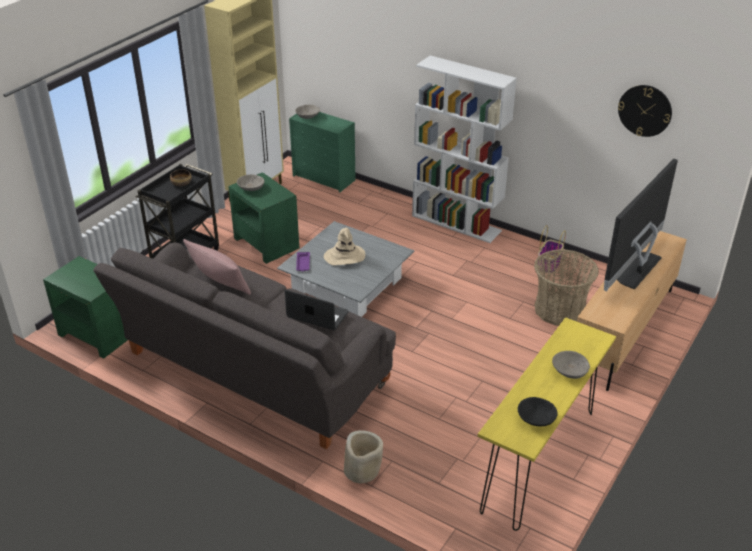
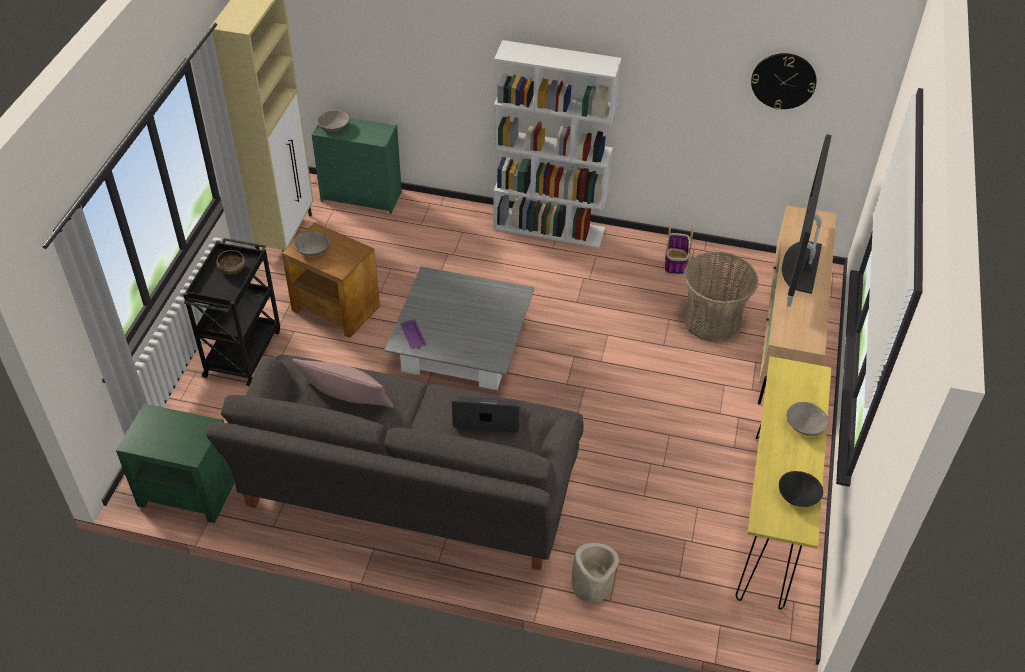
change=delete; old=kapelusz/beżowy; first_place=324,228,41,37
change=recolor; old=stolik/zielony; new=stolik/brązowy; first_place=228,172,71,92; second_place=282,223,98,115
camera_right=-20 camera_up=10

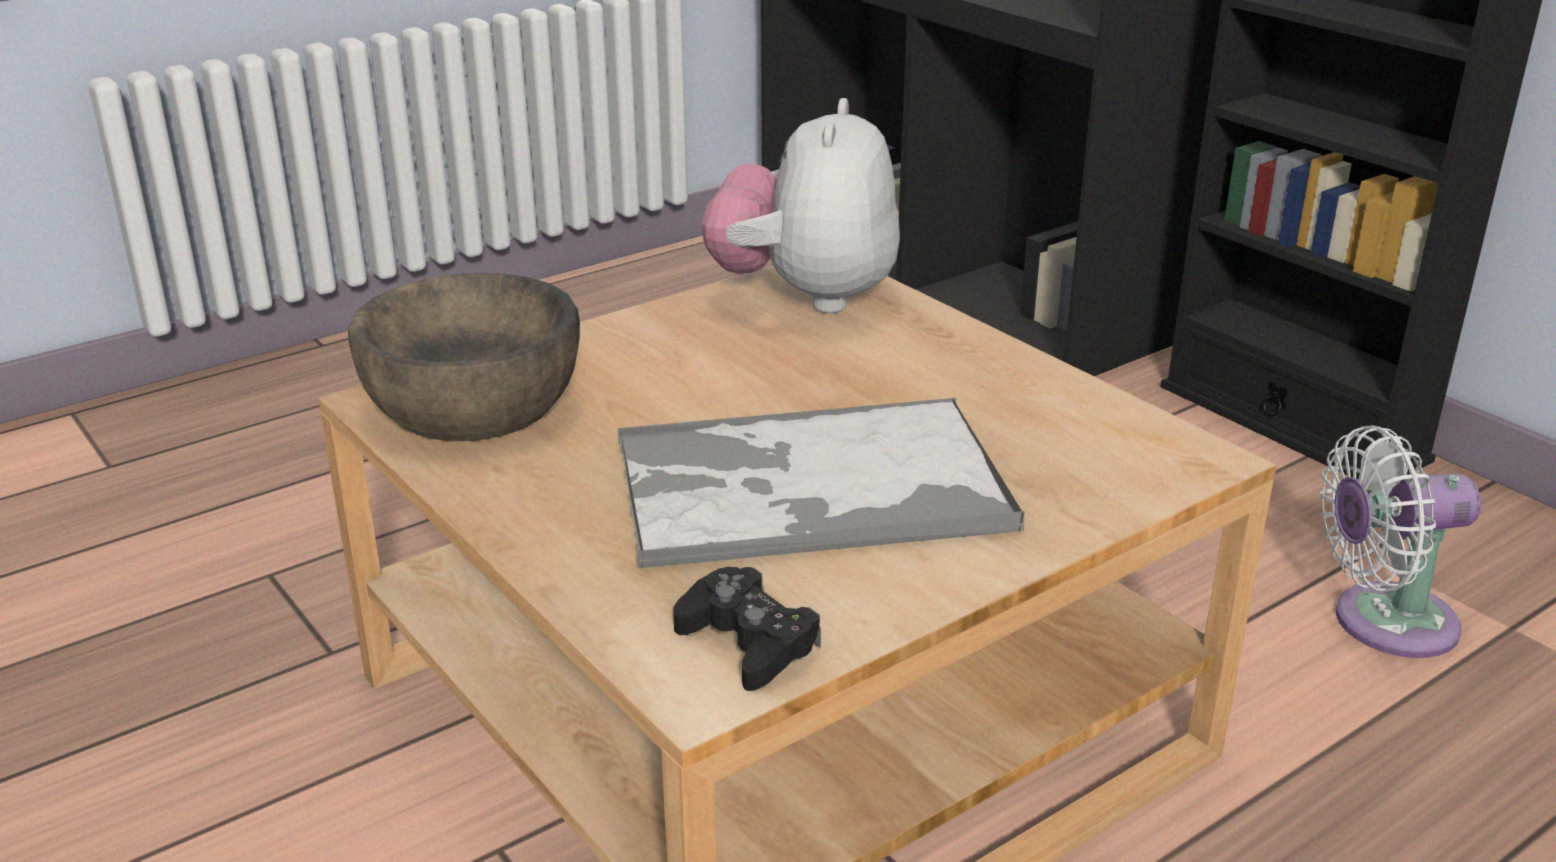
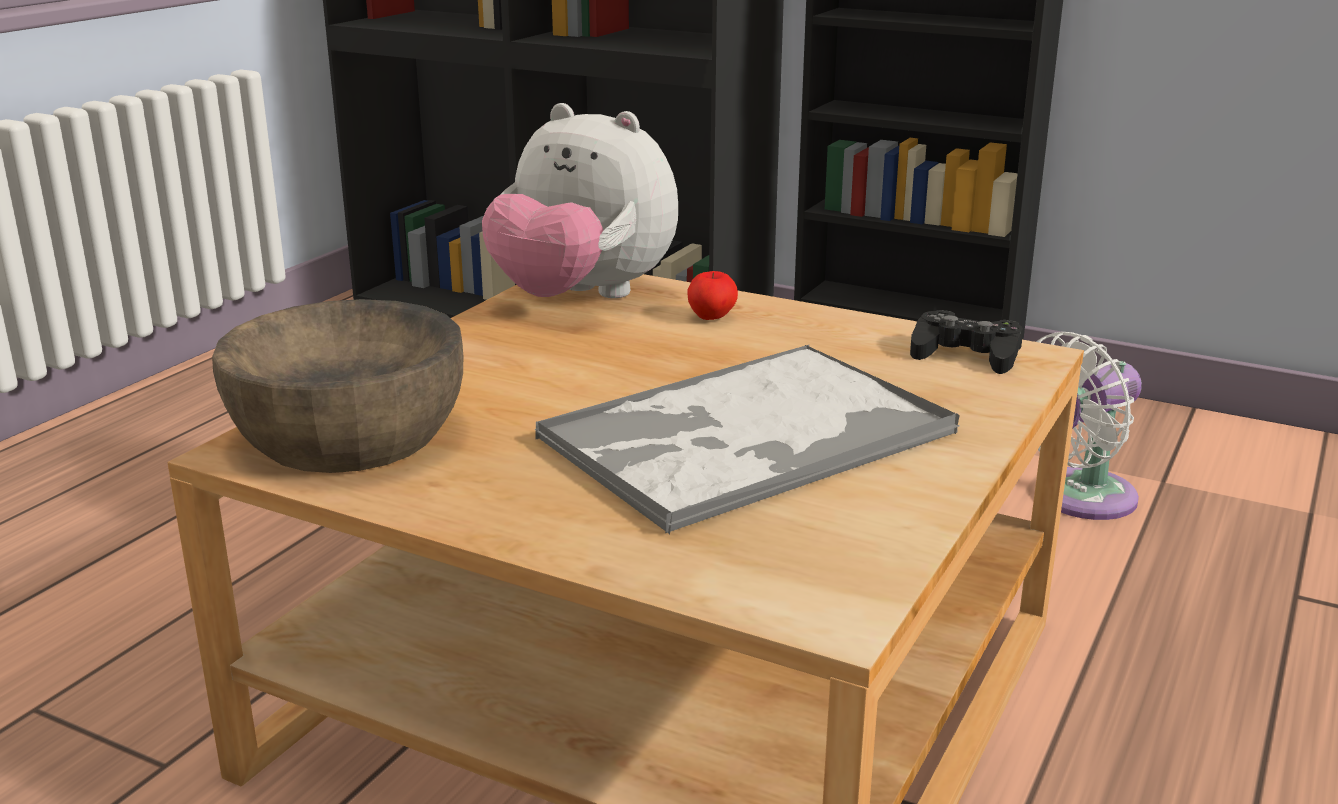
change=insert; new=jabłko; second_place=687,271,51,49
change=move; old=pad do gier/czarny; first_place=673,567,148,124; second_place=910,310,113,64
change=rotate; old=pluszak; first_place=702,98,198,215; second_place=482,103,196,195; degrees=-45
camera_right=-25 camera_up=-5

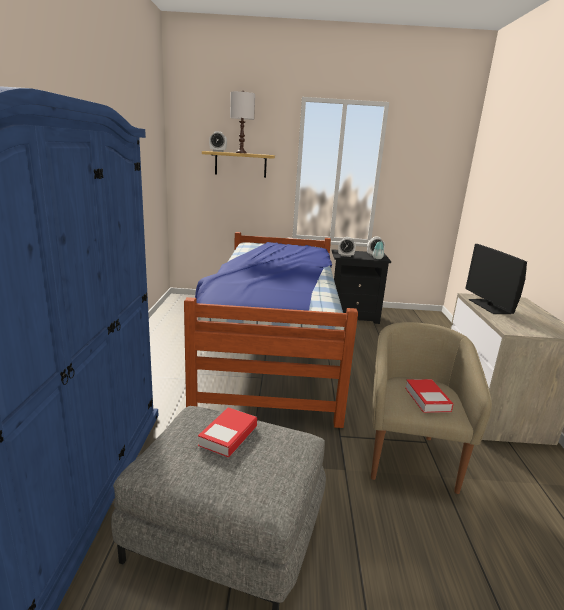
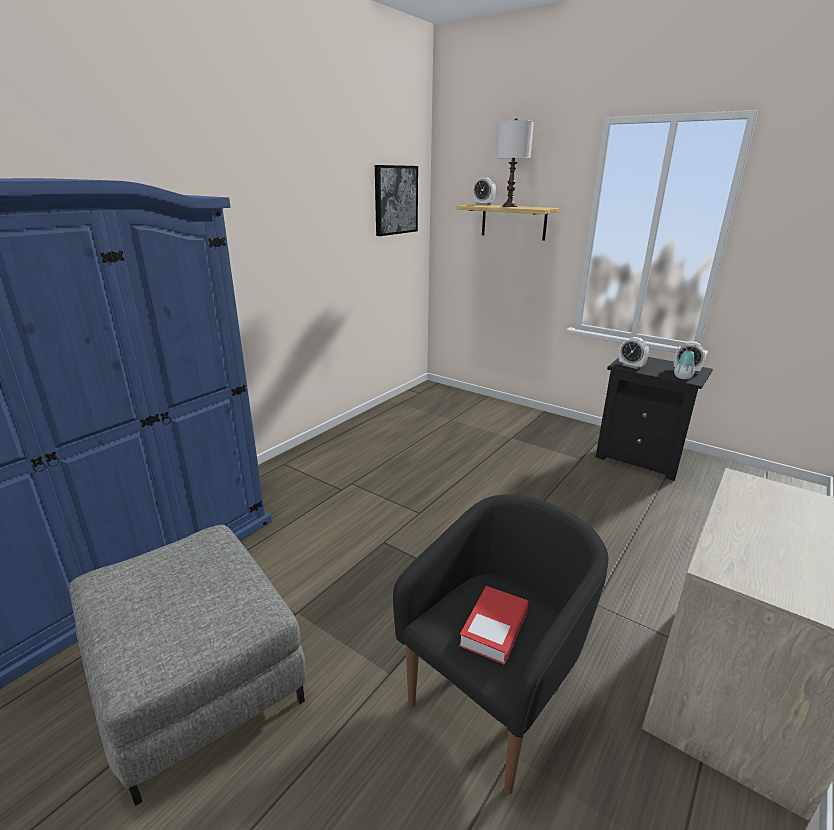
change=delete; old=łóżko; first_place=184,232,174,196
change=delete; old=książka; first_place=198,407,59,50
change=delete; old=monitor; first_place=465,244,62,70
change=insert; new=obraz; second_place=375,165,43,71
change=recolor; old=fotel/beżowy; new=fotel/czarny; first_place=371,322,121,172; second_place=393,494,215,301
camera_right=35 camera_up=5

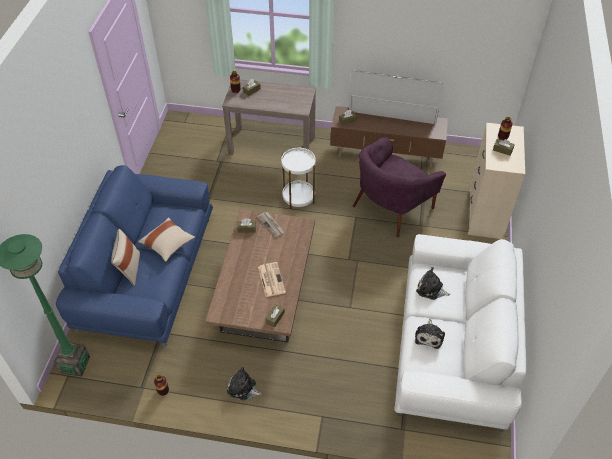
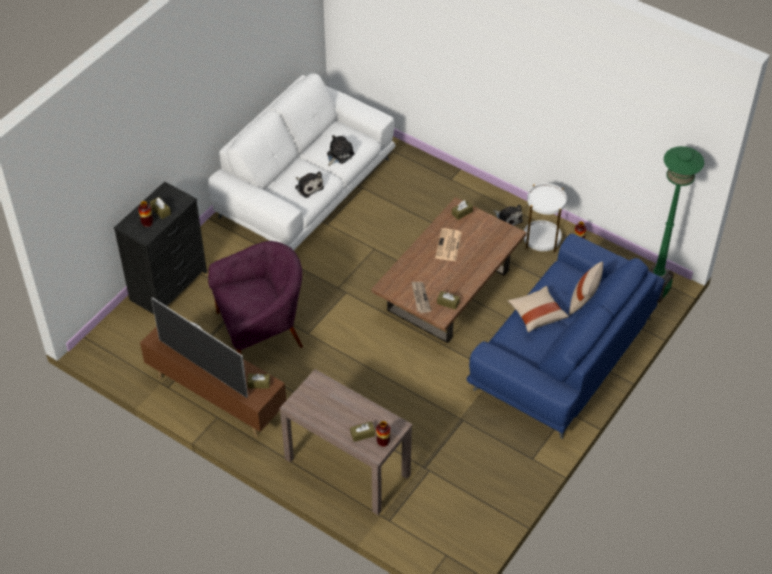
change=move; old=stolik/biały; first_place=281,148,35,61; second_place=524,183,43,70
change=recolor; old=komoda/beżowy; new=komoda/czarny; first_place=468,123,57,116; second_place=114,181,93,133
camera_right=-155 camera_up=0

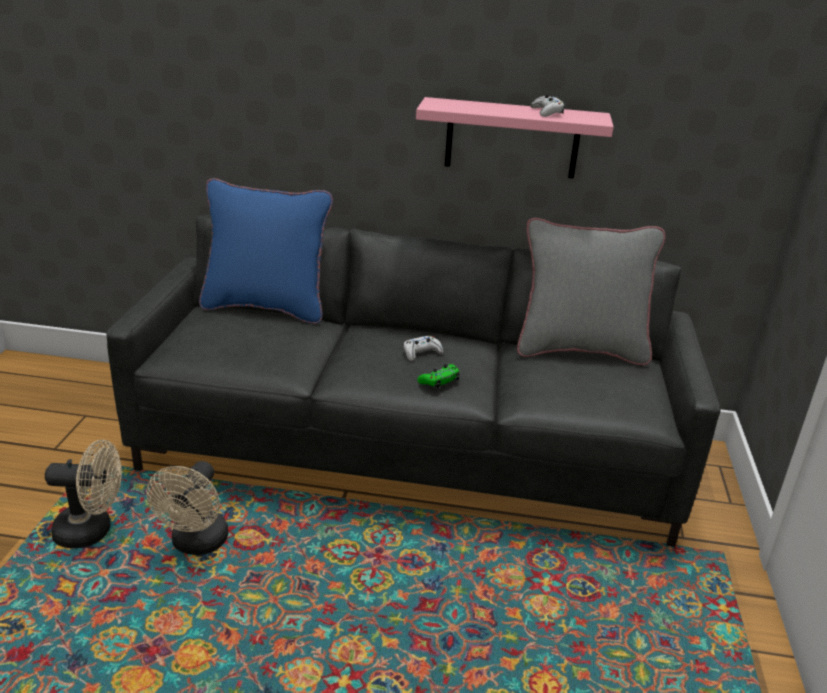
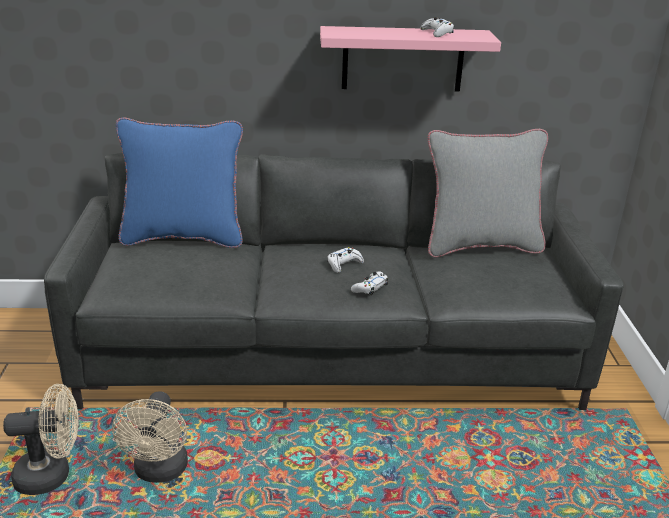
change=recolor; old=pad do gier/zielony; new=pad do gier/biały; first_place=417,364,43,24; second_place=351,271,37,24
camera_right=-10 camera_up=0

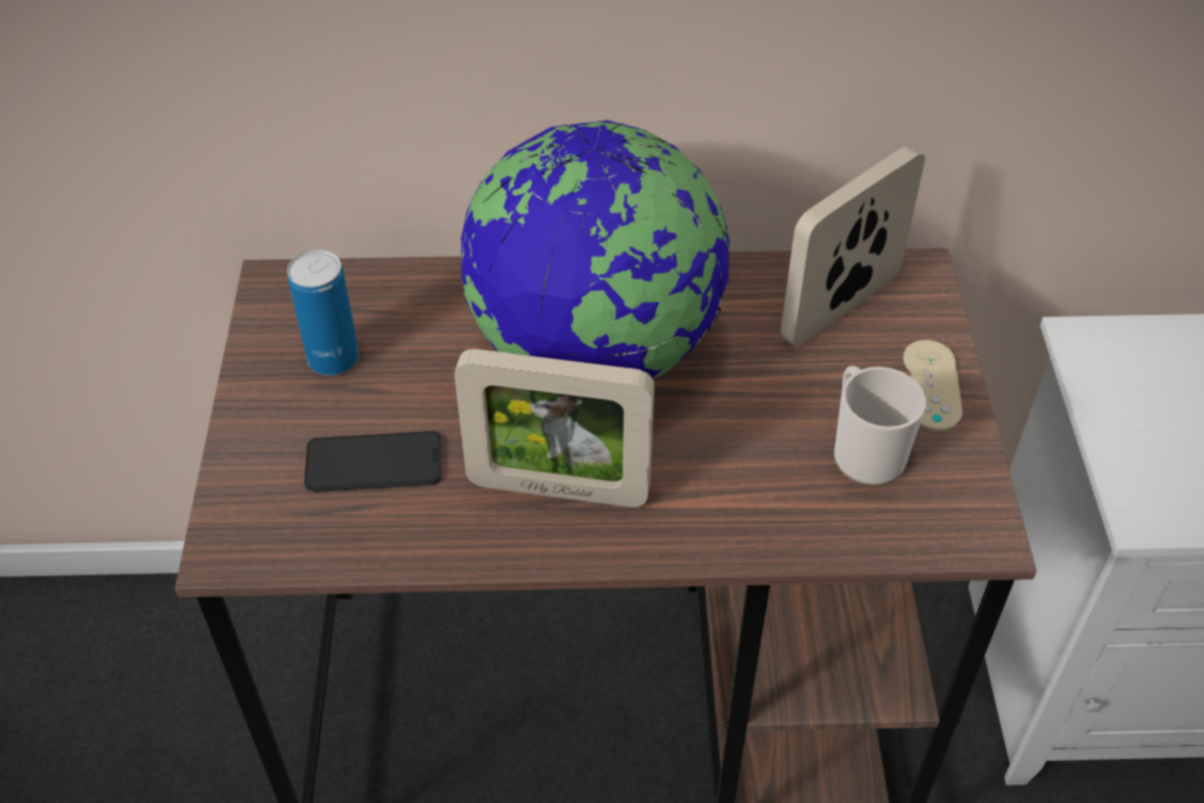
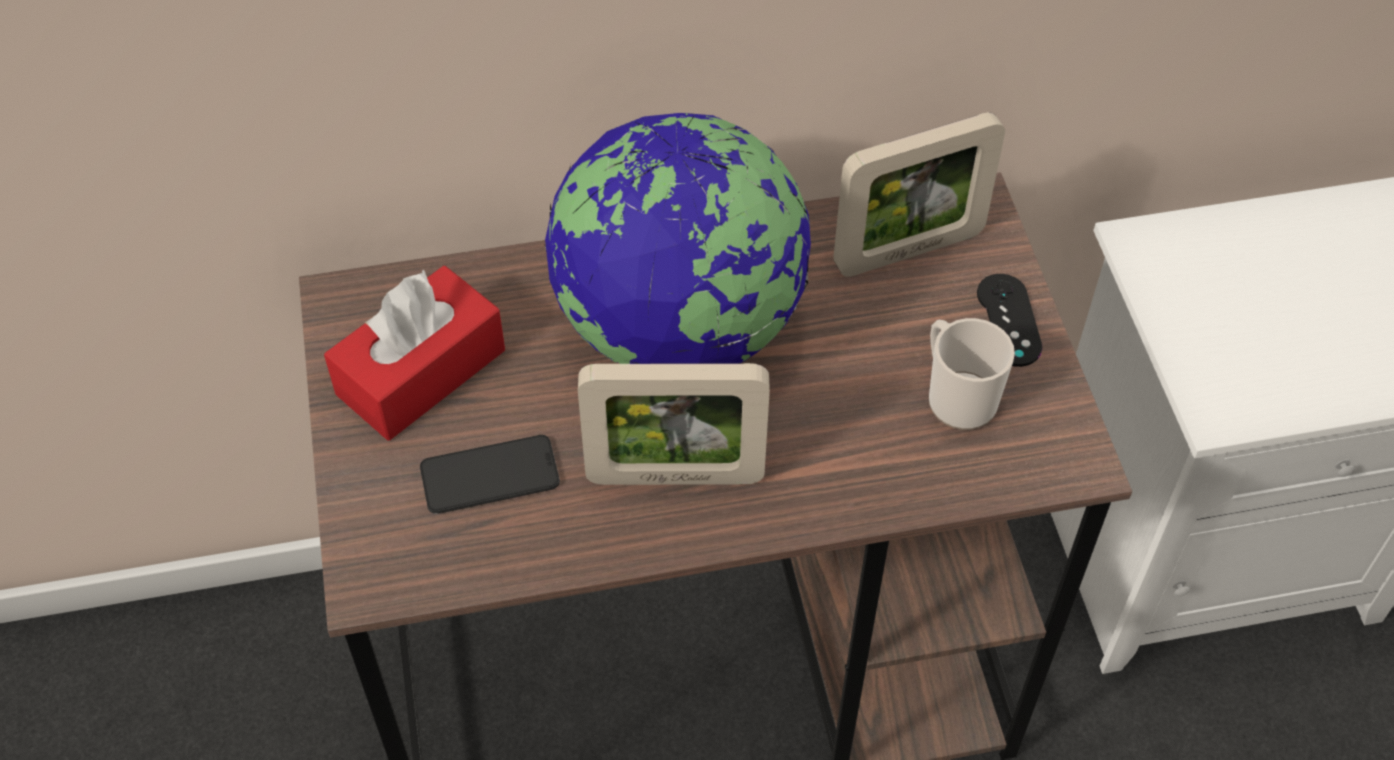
change=replace; old=puszka; new=pudełko chusteczek/czerwony; first_place=287,249,72,126; second_place=324,266,181,174
change=recolor; old=pad do gier/beżowy; new=pad do gier/czarny; first_place=903,340,60,91; second_place=977,274,66,93
change=rotate; old=ramka na zdjęcie; first_place=780,146,145,201; second_place=833,112,172,165; degrees=-150
camera_right=-10 camera_up=5

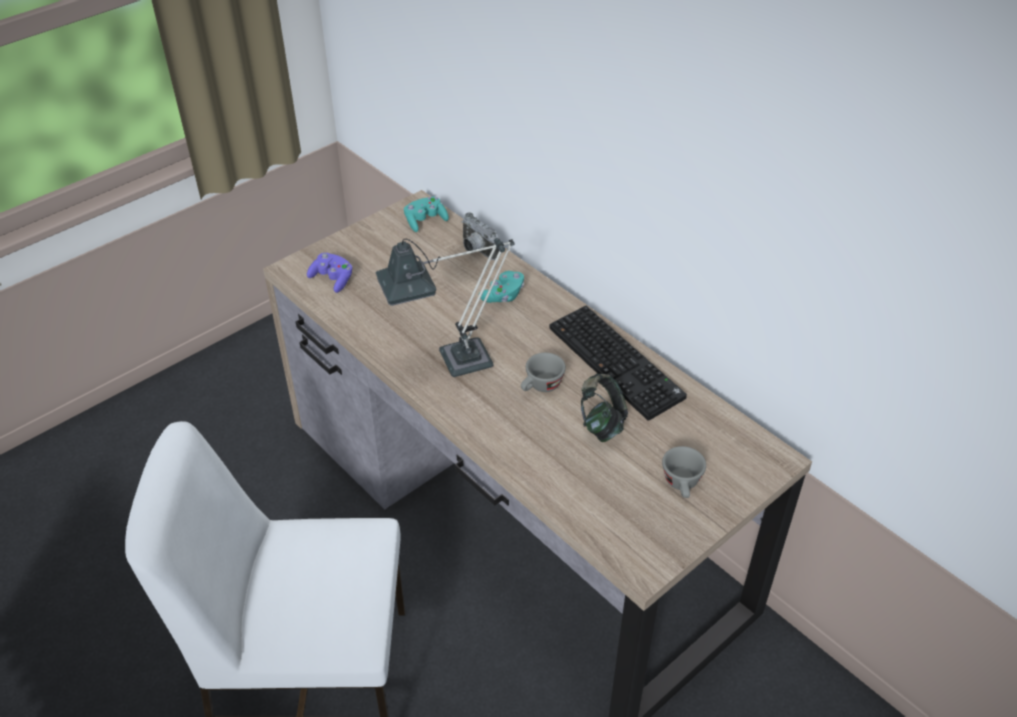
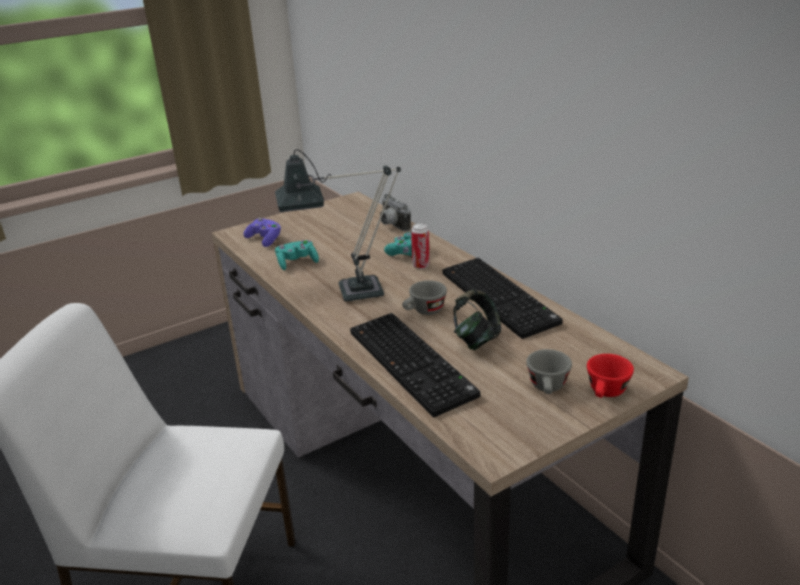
change=insert; new=klawiatura; second_place=350,313,130,104
change=insert; new=puszka; second_place=411,223,19,46
change=insert; new=filiżanka/czerwony; second_place=587,354,47,44
change=move; old=pad do gier/turkusowy; first_place=404,197,45,35; second_place=275,240,44,30
camera_right=10 camera_up=-15

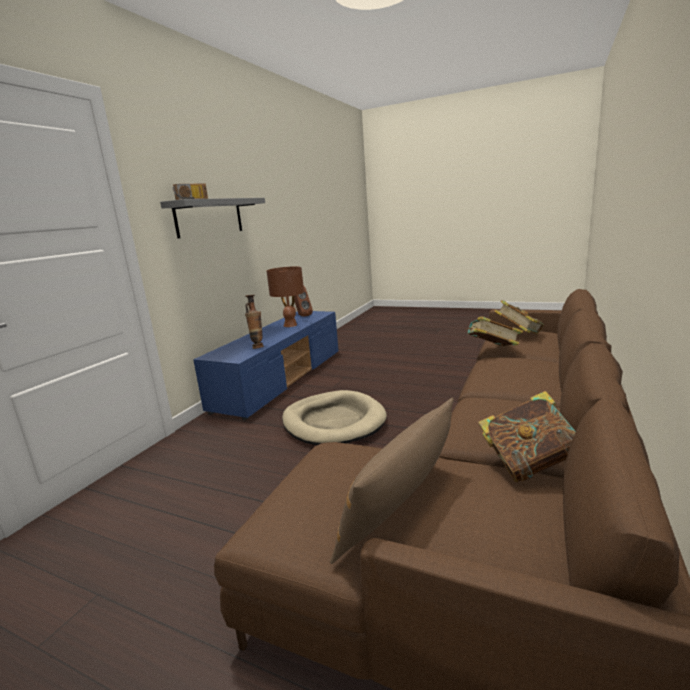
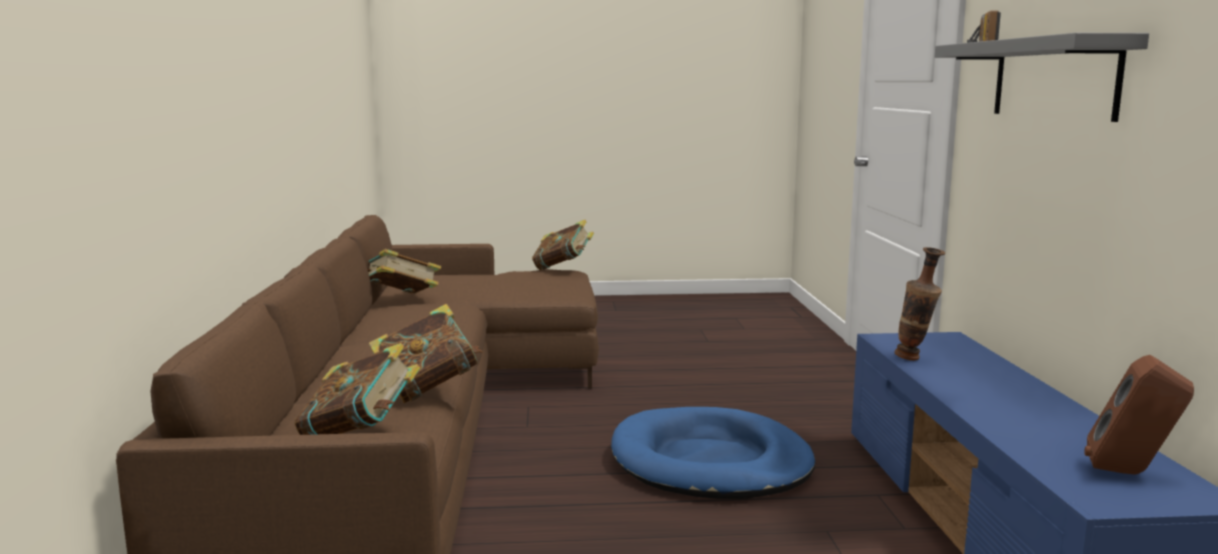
change=delete; old=lampa stołowa/brązowy; first_place=267,266,37,61
change=delete; old=poduszka/brązowy; first_place=330,398,123,166
change=insert; new=książka; second_place=532,220,62,50
change=recolor; old=legowisko/beżowy; new=legowisko/niebieski; first_place=282,390,105,55; second_place=611,407,204,92
camera_right=150 camera_up=-5

